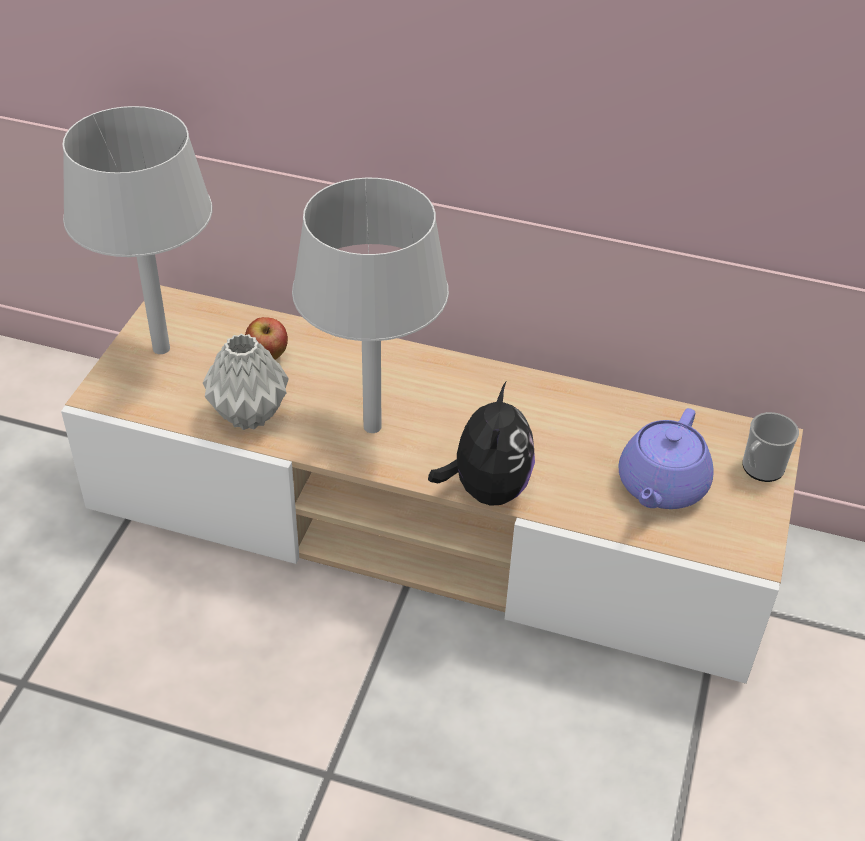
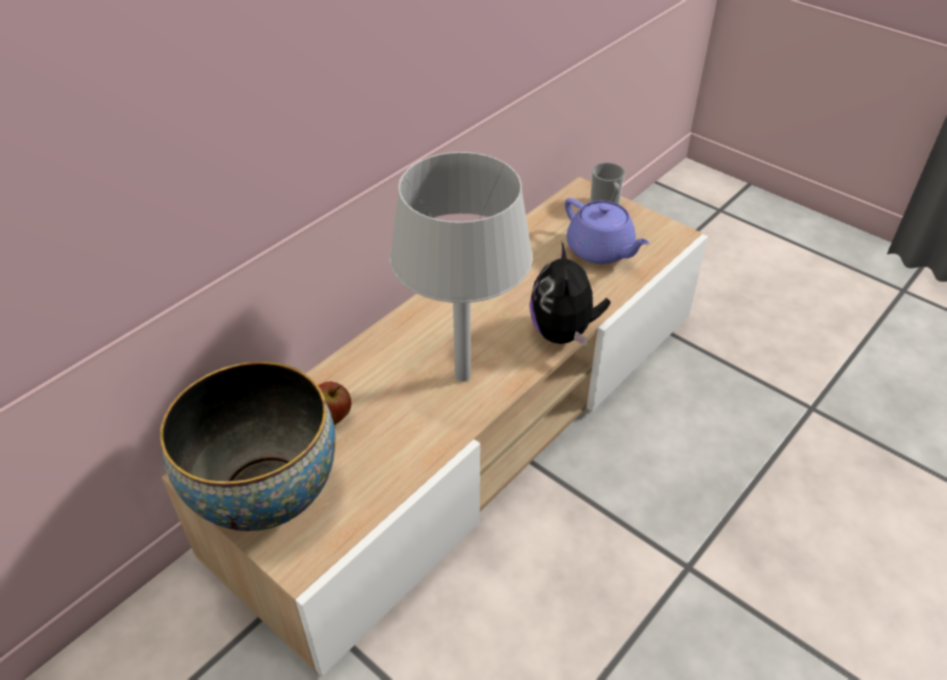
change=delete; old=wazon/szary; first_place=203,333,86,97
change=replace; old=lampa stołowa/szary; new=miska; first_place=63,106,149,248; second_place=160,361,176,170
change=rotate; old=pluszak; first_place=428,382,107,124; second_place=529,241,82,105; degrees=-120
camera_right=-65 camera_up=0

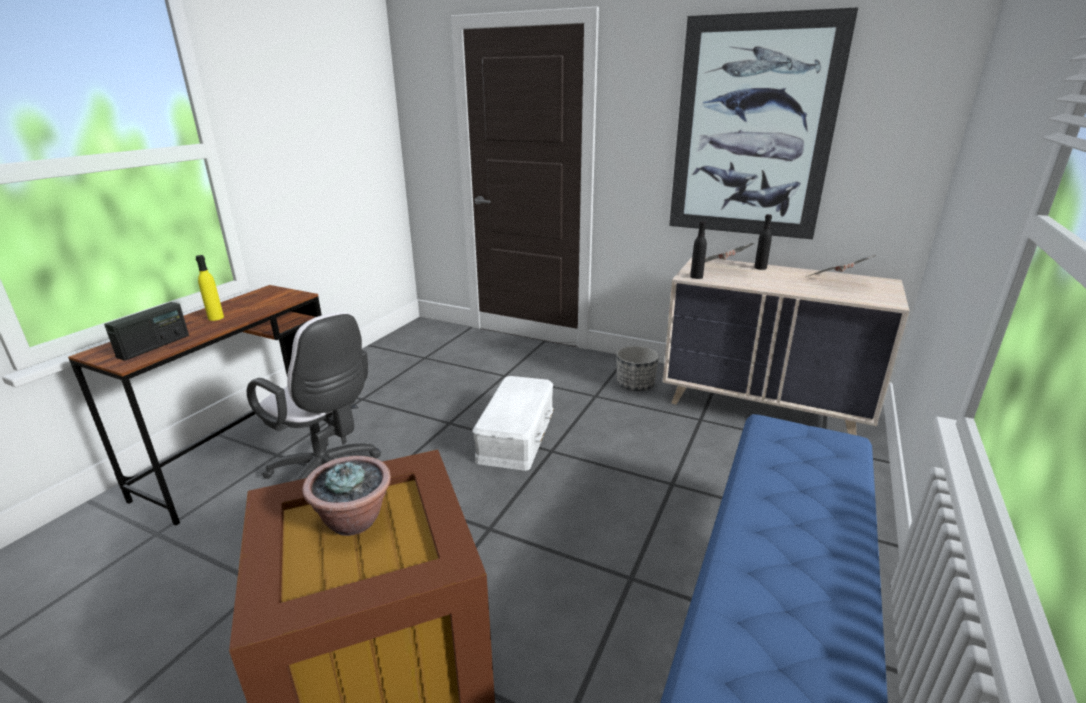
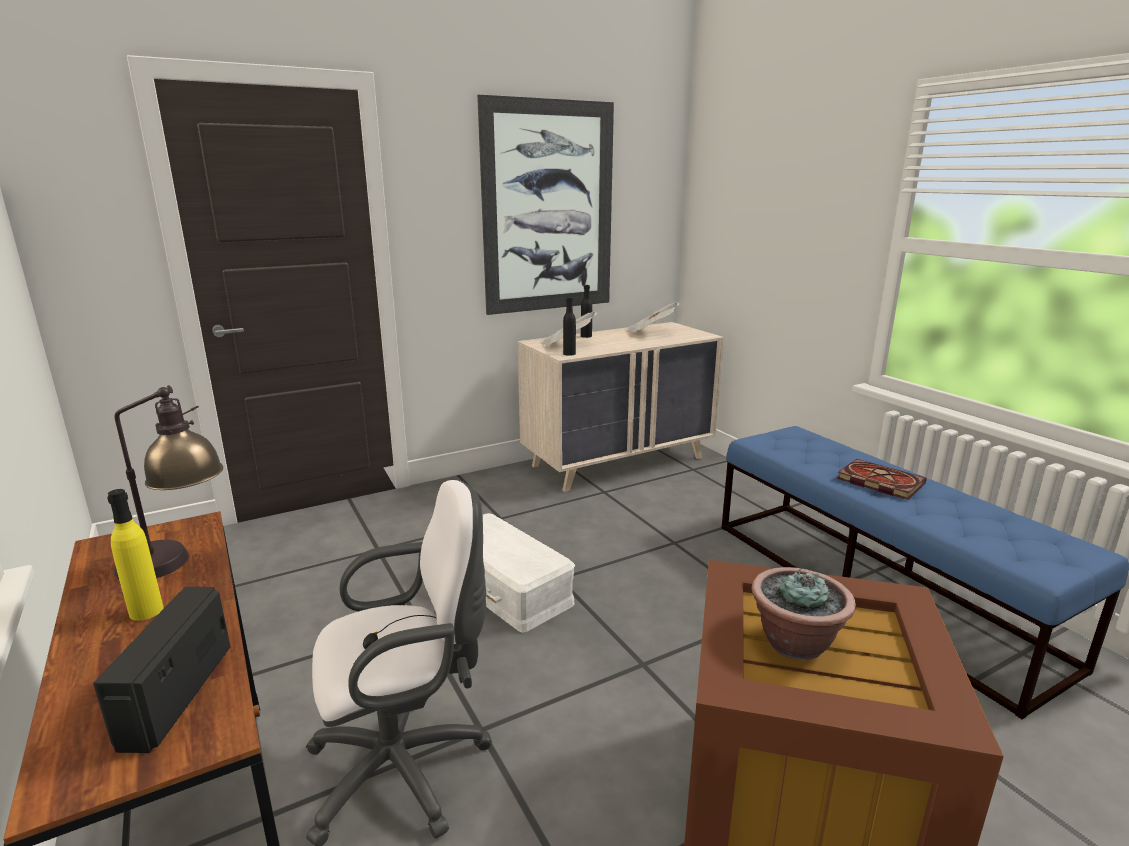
change=delete; old=donica; first_place=616,346,43,45
change=insert; new=lampa stołowa; second_place=114,385,109,194
change=insert; new=książka; second_place=837,459,89,41
change=rotate; old=radio; first_place=104,302,85,59; second_place=93,587,137,166; degrees=-150
camera_right=-55 camera_up=-5

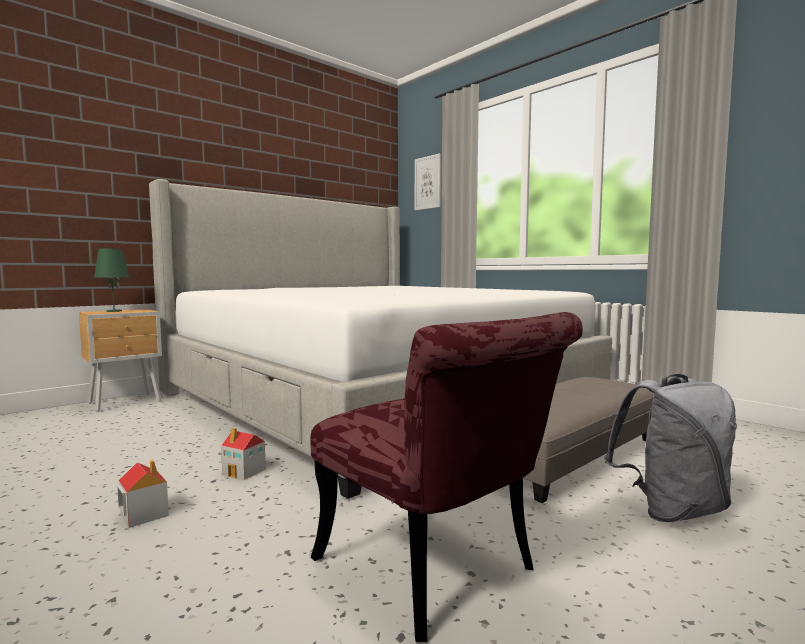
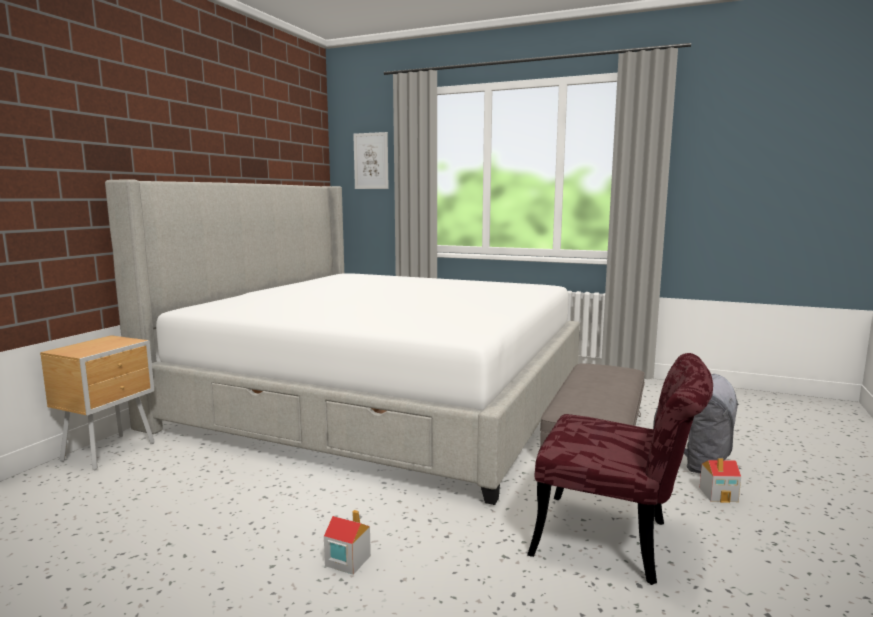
change=delete; old=lampa stołowa/zielony; first_place=94,248,35,64
change=move; old=domek; first_place=221,428,45,52; second_place=700,458,41,45
camera_right=-25 camera_up=5

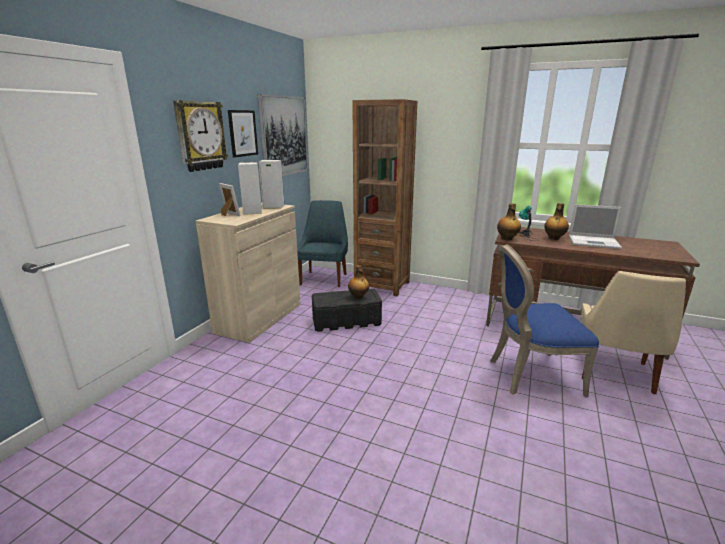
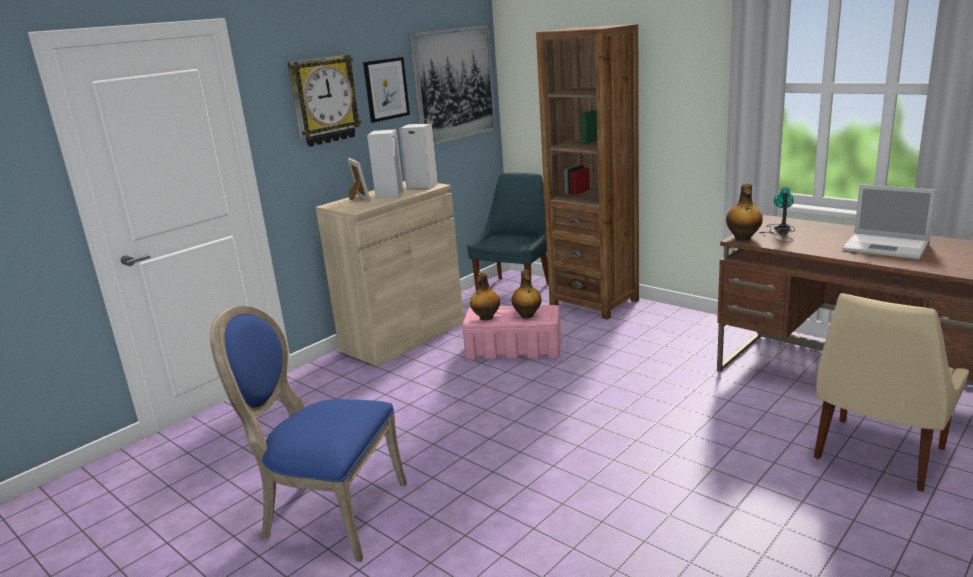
change=move; old=krzesło/niebieski; first_place=490,244,109,153; second_place=210,306,197,256
change=move; old=butelka; first_place=544,203,25,37; second_place=470,272,30,48
change=recolor; old=pojemnik do przechowywania/czarny; new=pojemnik do przechowywania/różowy; first_place=312,289,70,43; second_place=462,305,99,55
camera_right=20 camera_up=0

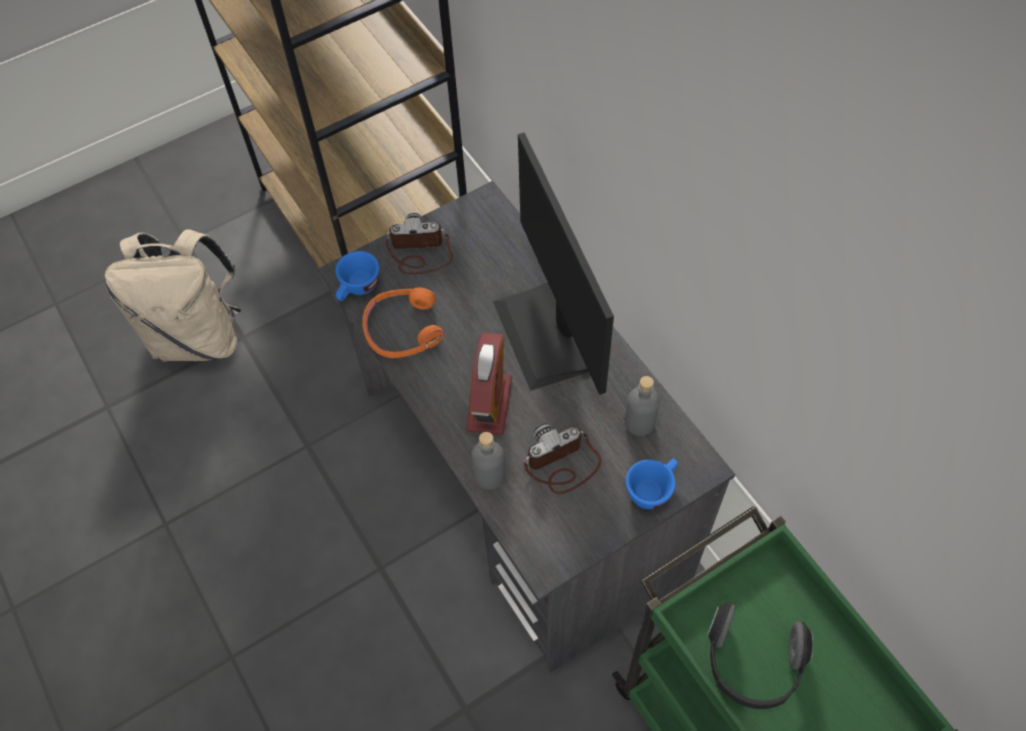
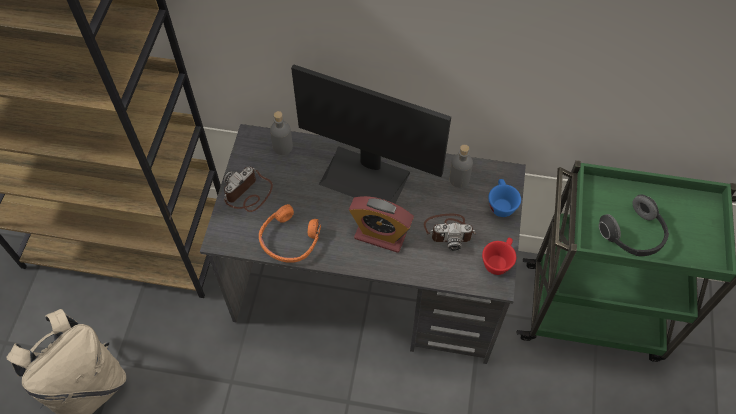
change=delete; old=filiżanka/niebieski; first_place=335,251,44,50
change=insert; new=filiżanka/czerwony; second_place=482,238,34,37
change=move; old=butelka/szary; first_place=472,432,33,58; second_place=270,111,23,44
change=rotate; old=budzik; first_place=466,333,46,102; second_place=349,196,65,57; degrees=150
change=rotate; old=aparat fotograficzny; first_place=524,423,78,71; second_place=424,214,52,37; degrees=-105
camera_right=-50 camera_up=0

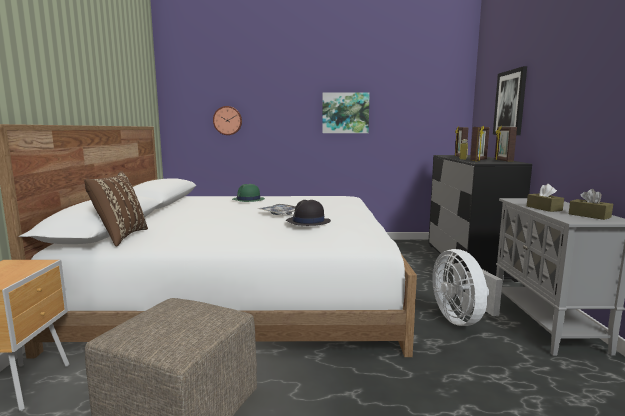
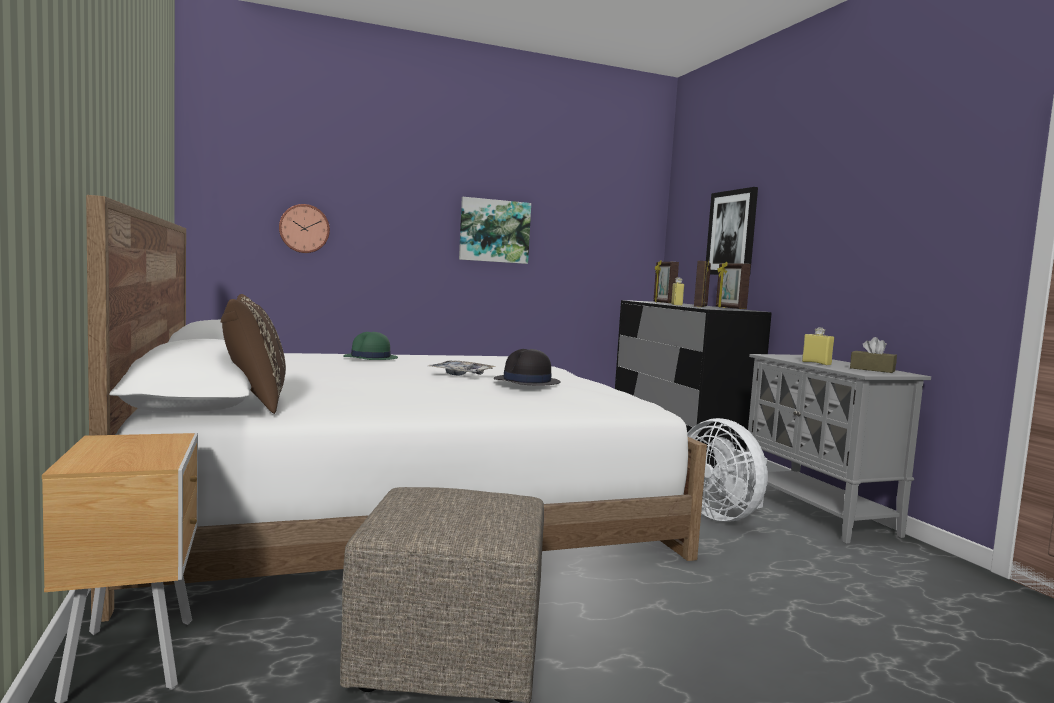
change=replace; old=pudełko chusteczek/brązowy; new=butelka/żółty; first_place=527,184,37,28; second_place=802,327,32,38
camera_right=-20 camera_up=-5

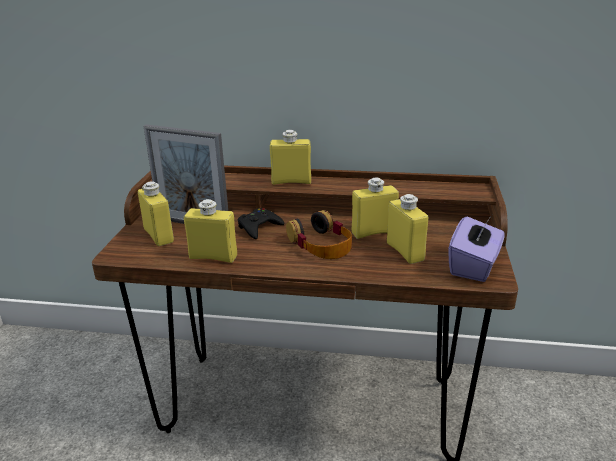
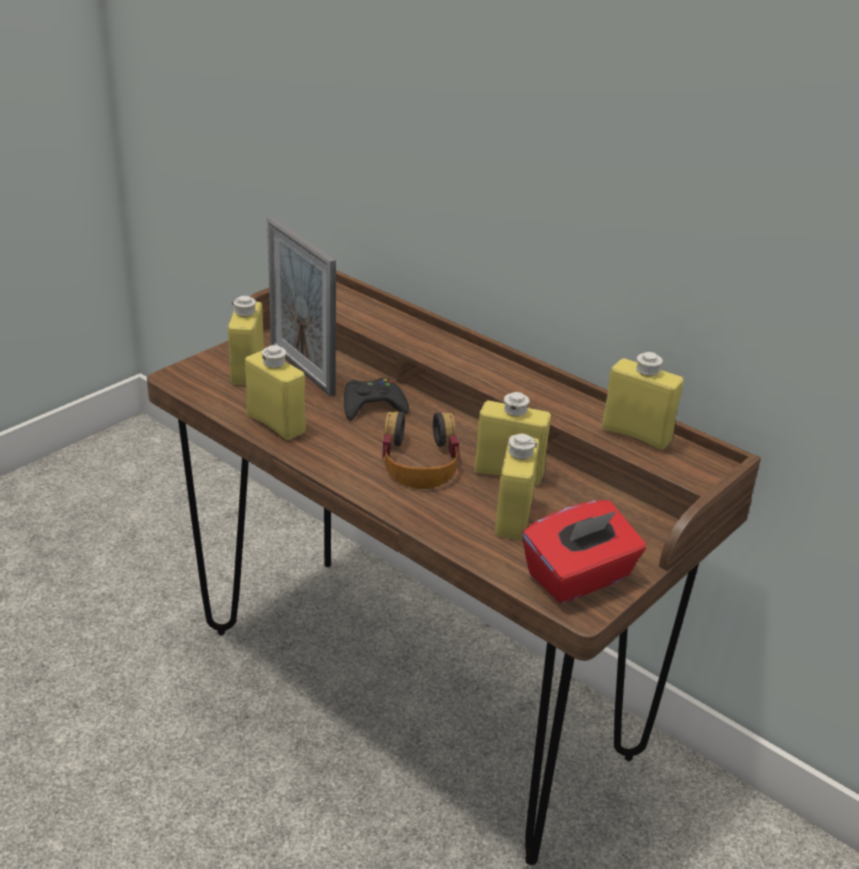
change=move; old=butelka/żółty; first_place=270,130,41,55; second_place=602,352,81,98
change=recolor; old=pudełko chusteczek/fioletowy; new=pudełko chusteczek/czerwony; first_place=448,215,57,67; second_place=522,500,124,103
camera_right=30 camera_up=5

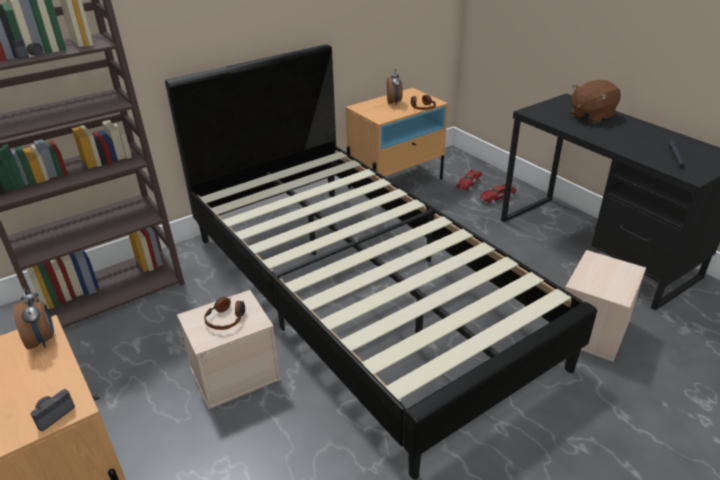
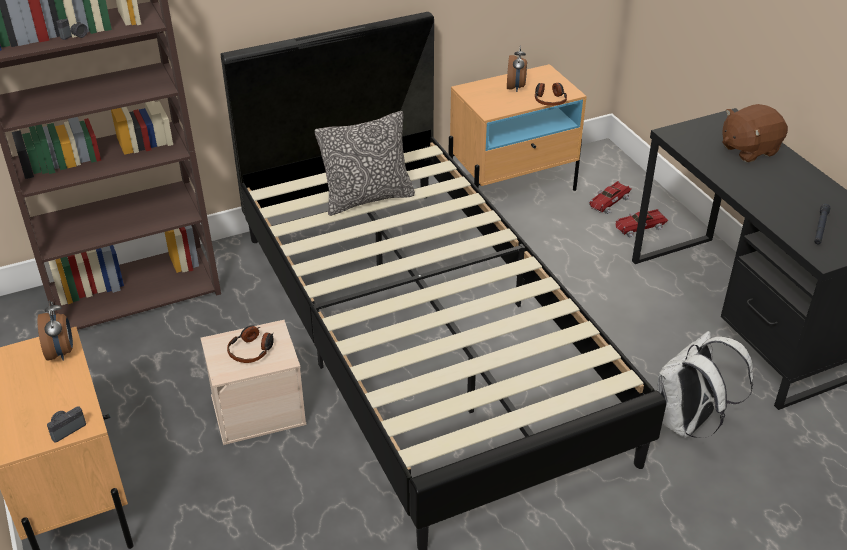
change=insert; new=poduszka; second_place=315,111,100,105
change=replace; old=pojemnik do przechowywania/beżowy; new=plecak/biały; first_place=565,250,81,112; second_place=657,331,96,107
camera_right=10 camera_up=5

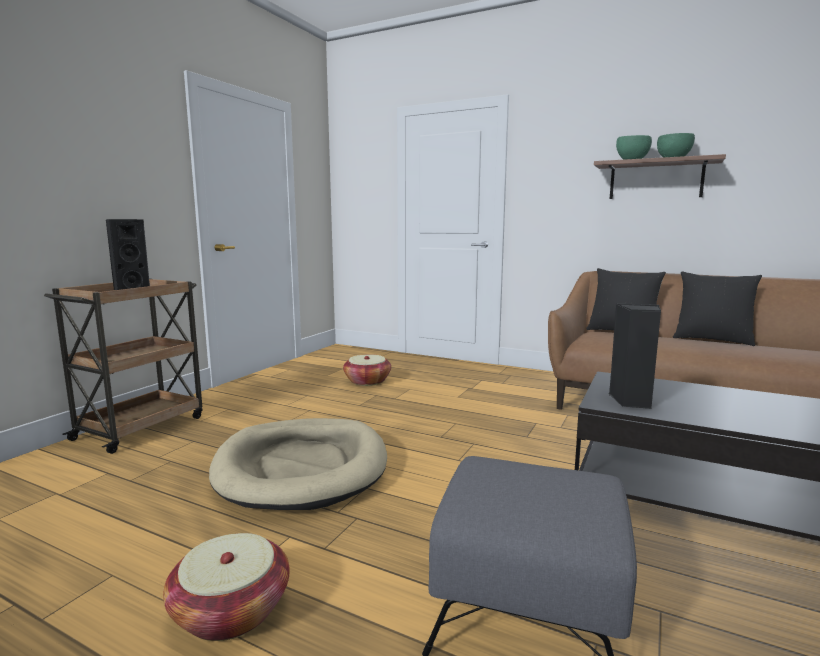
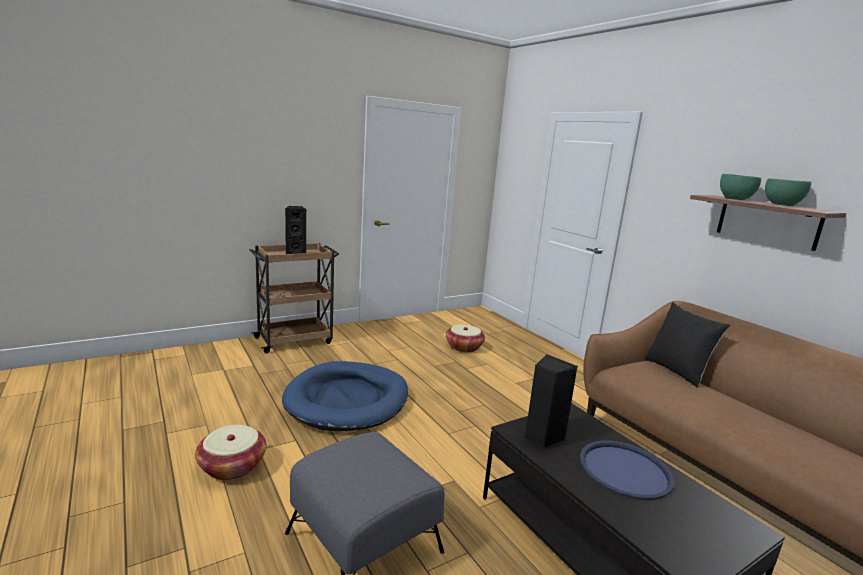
change=delete; old=poduszka/czarny; first_place=673,272,89,74
change=insert; new=taca/niebieski; second_place=580,440,95,60
change=recolor; old=legowisko/beżowy; new=legowisko/niebieski; first_place=209,418,178,92; second_place=282,361,126,70
camera_right=30 camera_up=5

